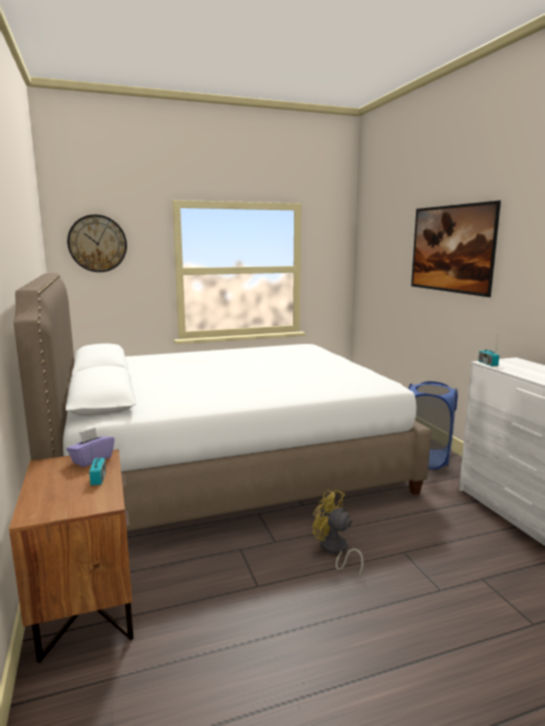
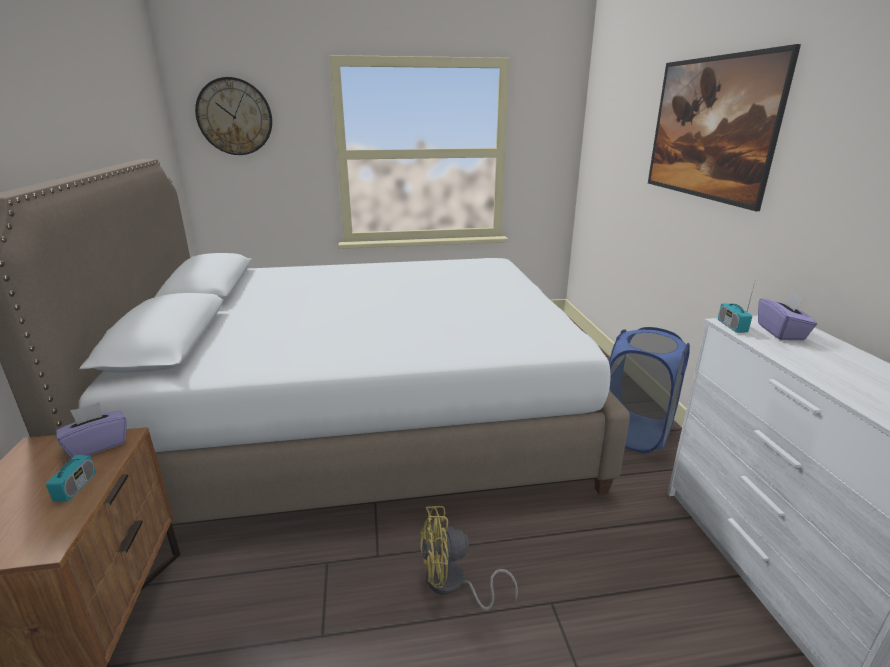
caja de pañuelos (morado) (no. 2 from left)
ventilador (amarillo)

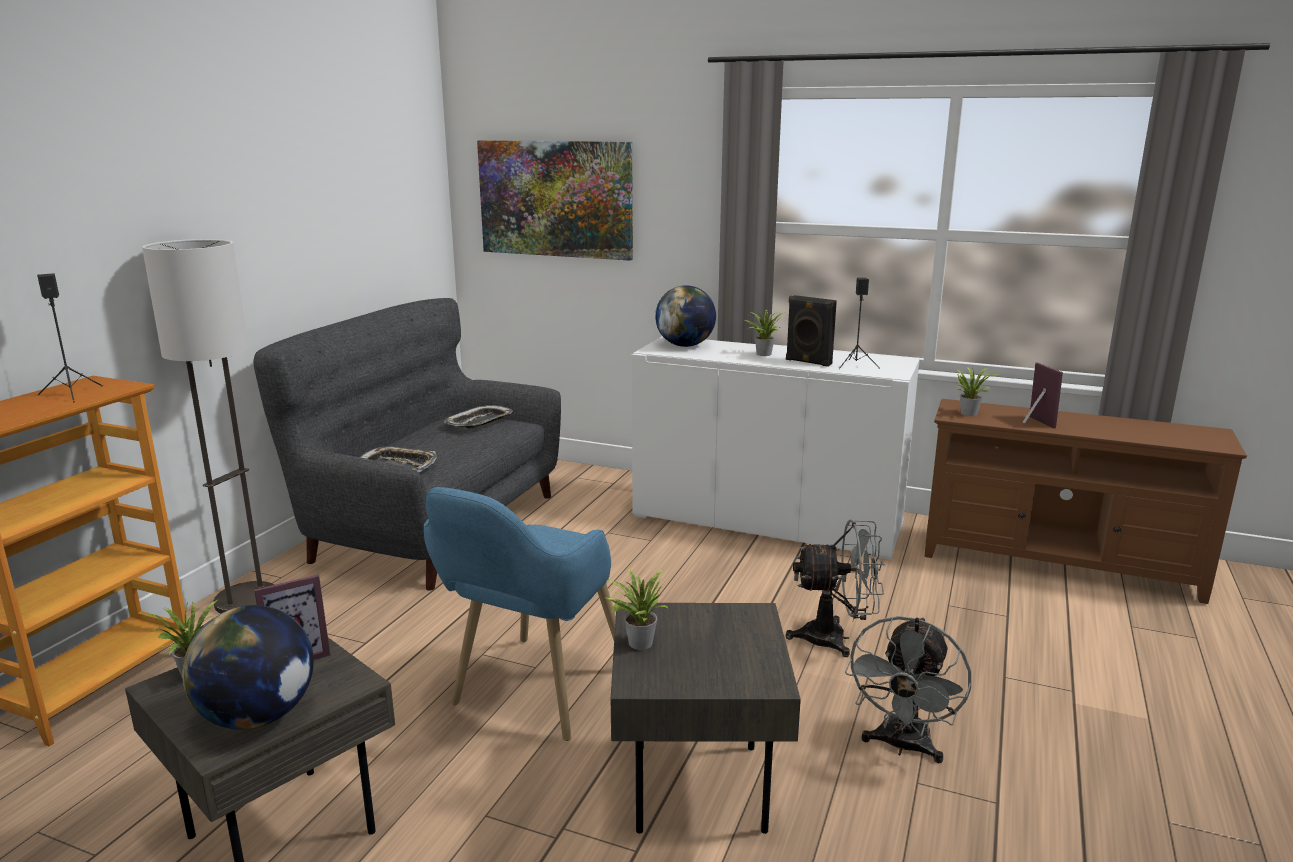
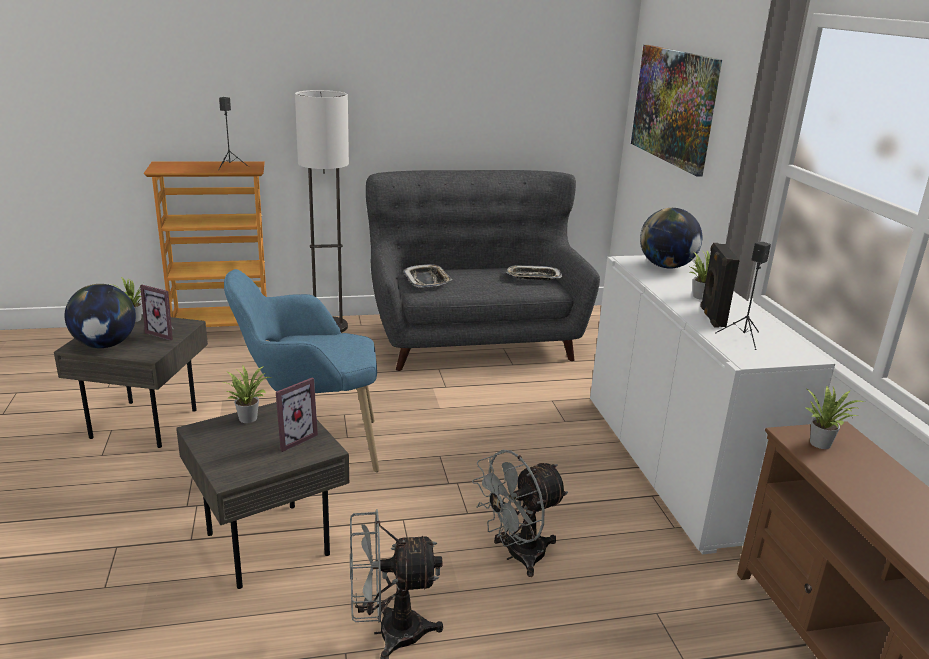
portarretratos (no. 2 from left)
ventilador (gris) (no. 2 from left)

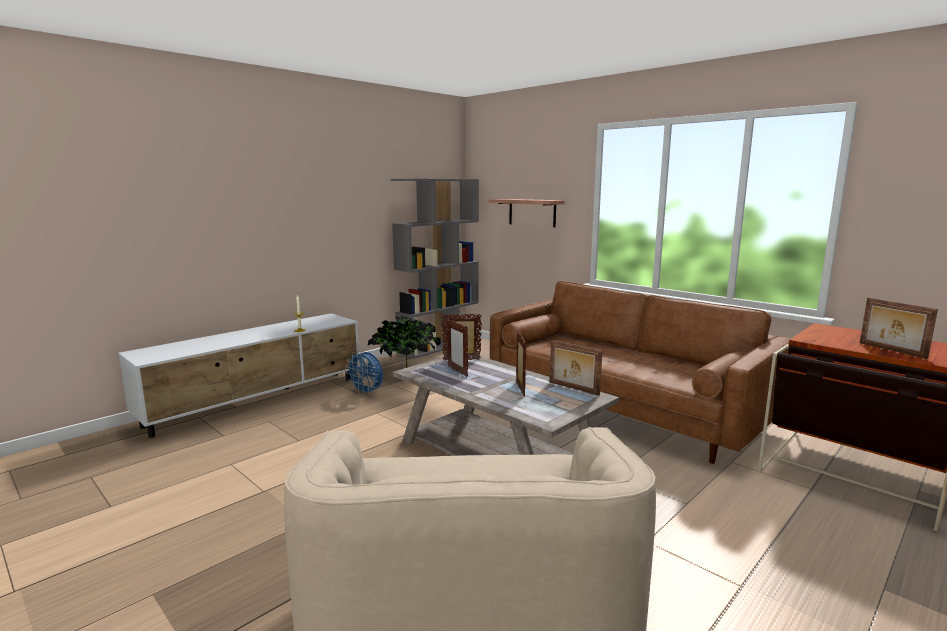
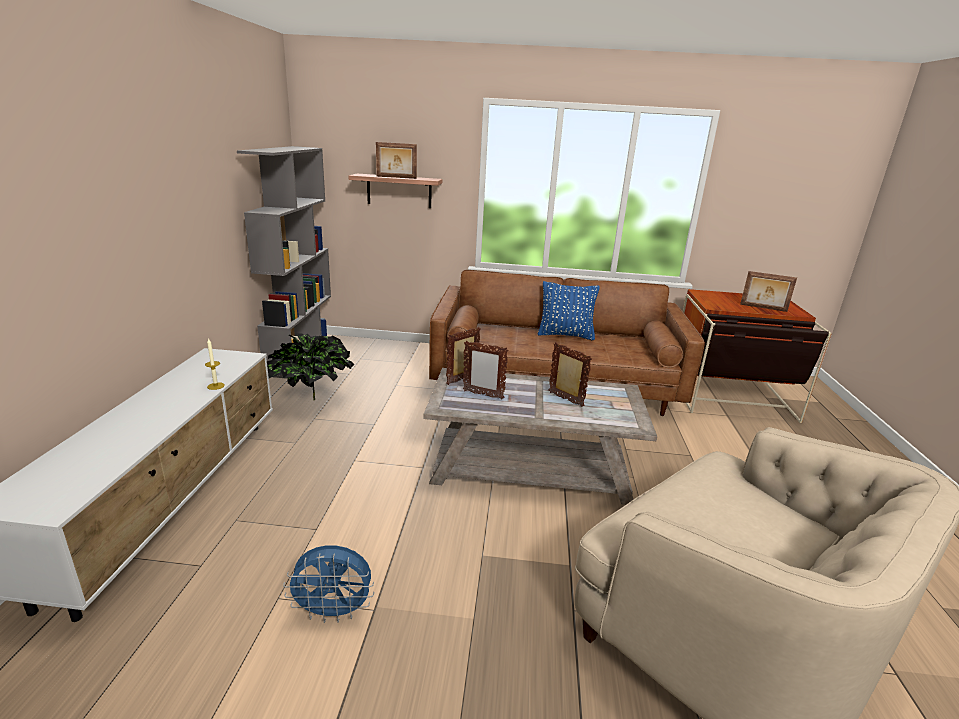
cojín (azul)
ventilador (azul)
portarretratos (no. 1 from left)

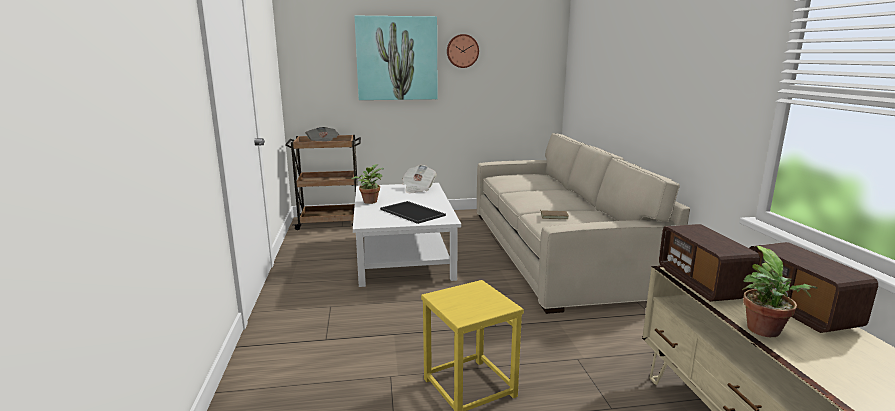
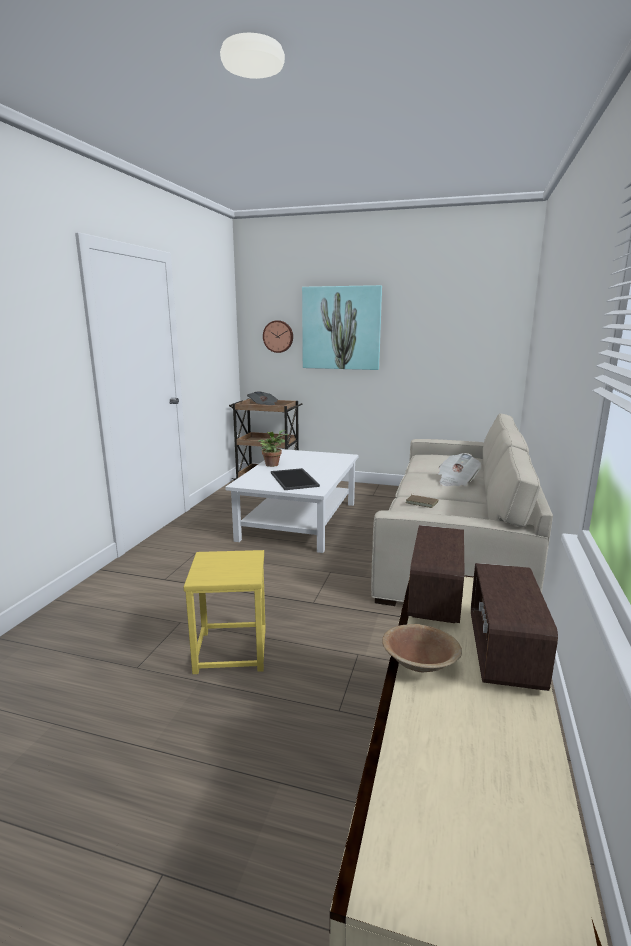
periódico (no. 2 from left)
reloj de pared
cuenco (marrón)

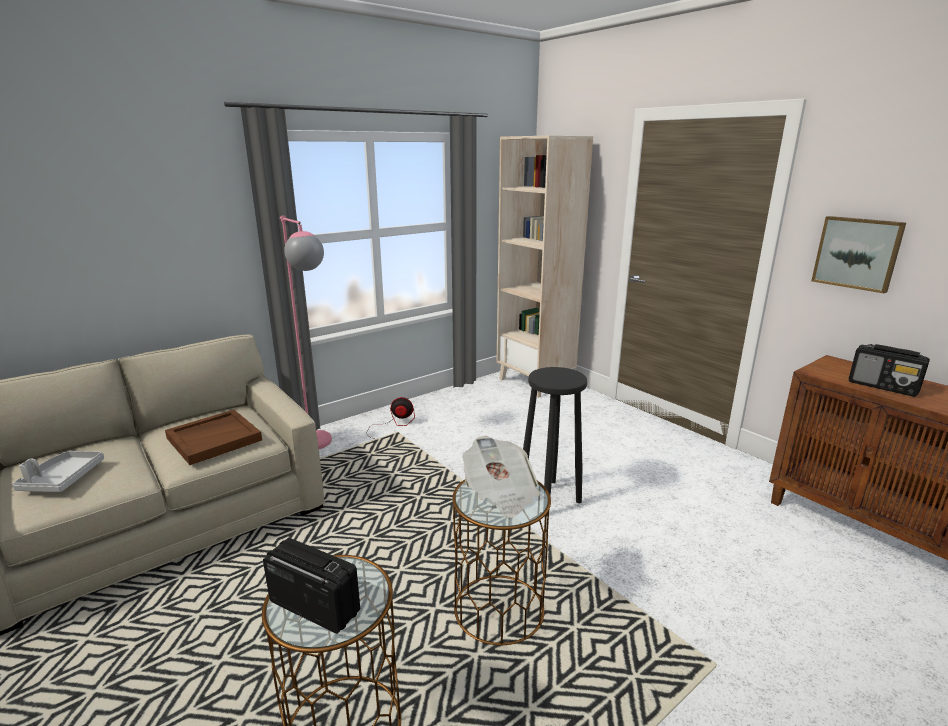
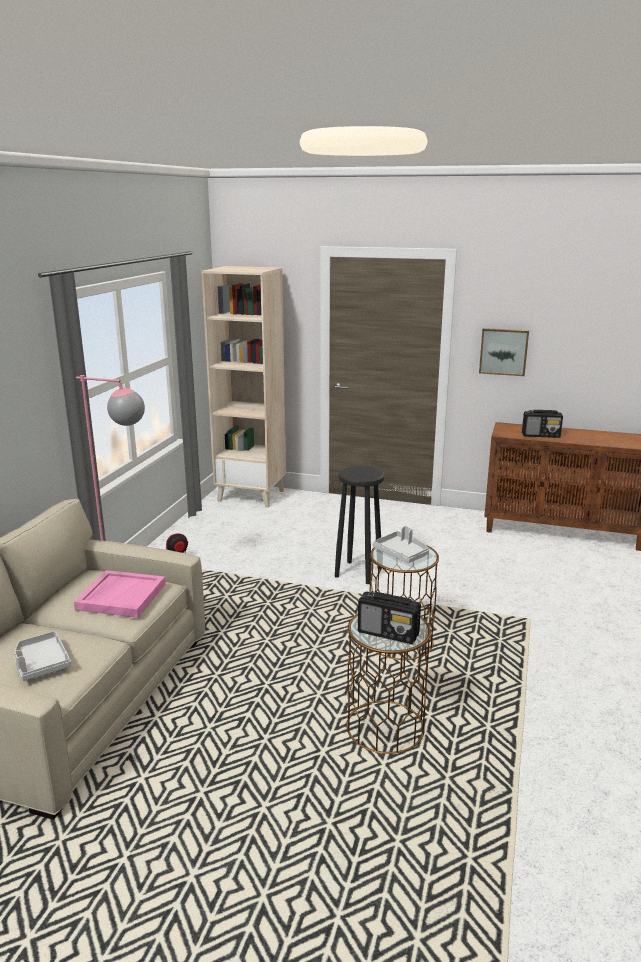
bandeja (gris) (no. 2 from left)
bandeja (rosa)
radio (no. 1 from left)

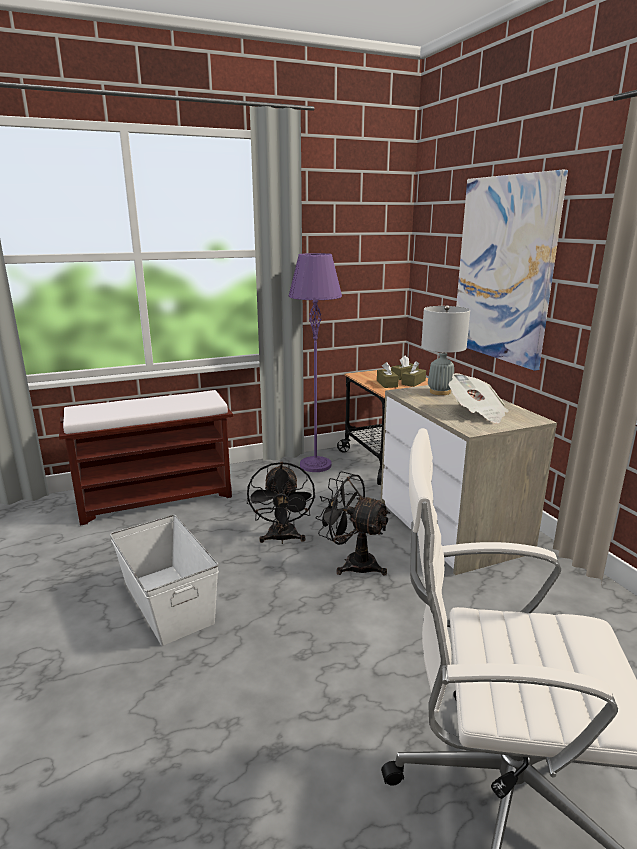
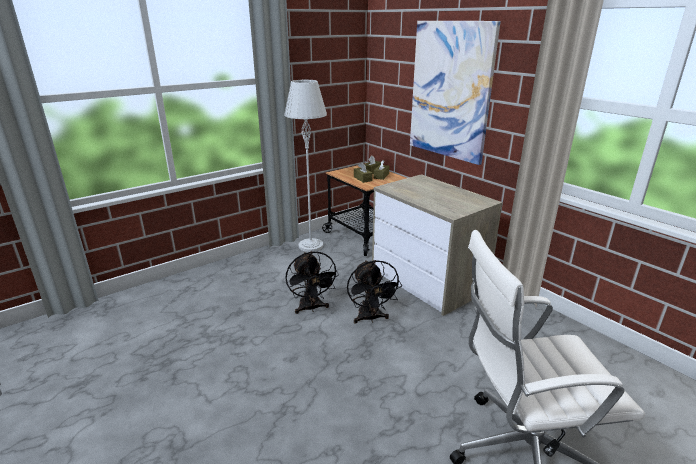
banco (marrón)
caja de almacenaje (blanco)
lámpara de mesa (gris)
periódico
lámpara de pie (gris)
ventilador (negro) (no. 2 from left)

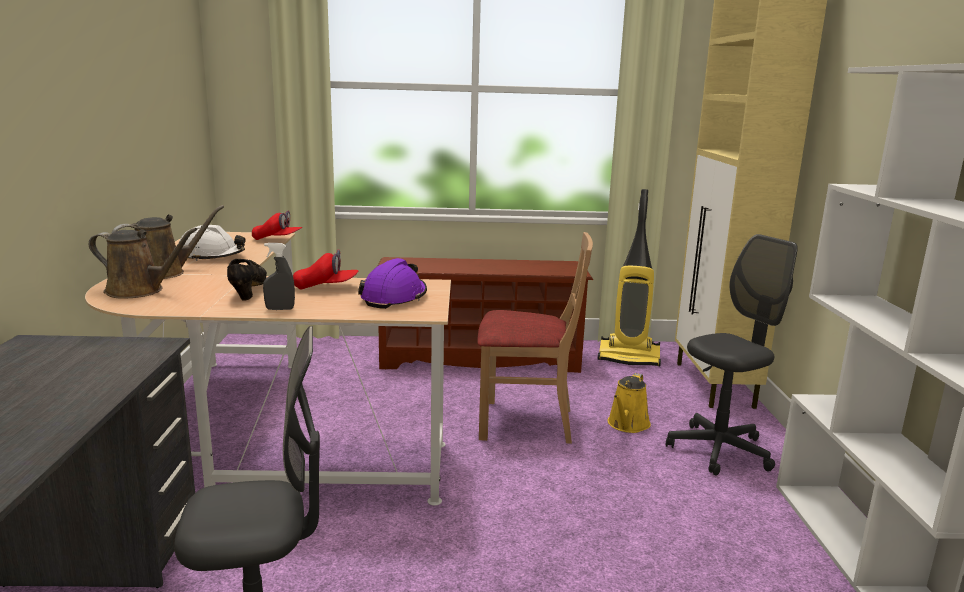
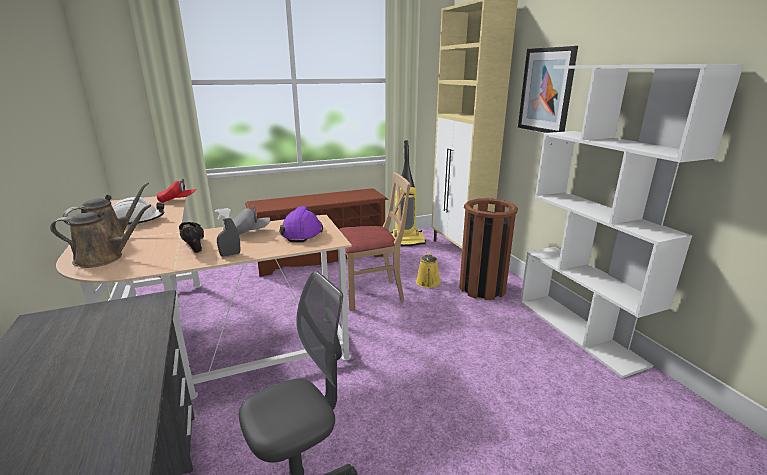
cuadro
papelera (marrón)
gorra (gris)

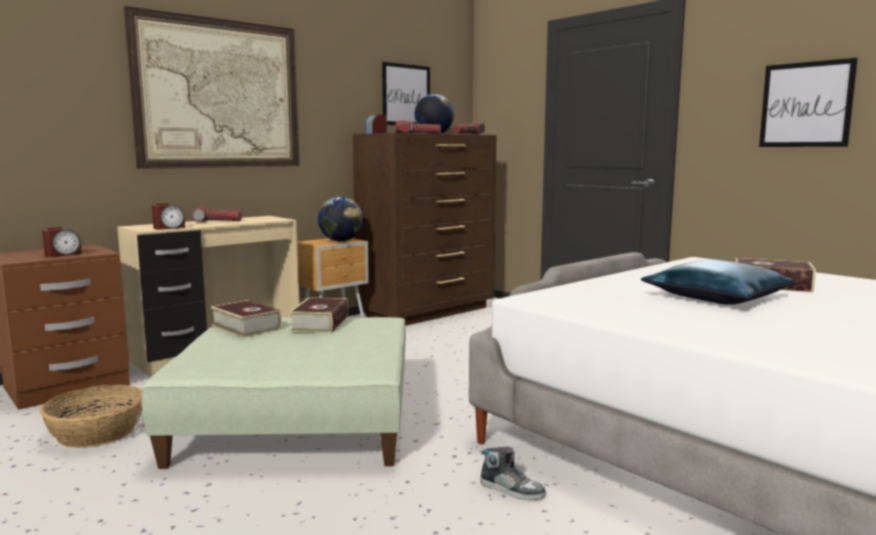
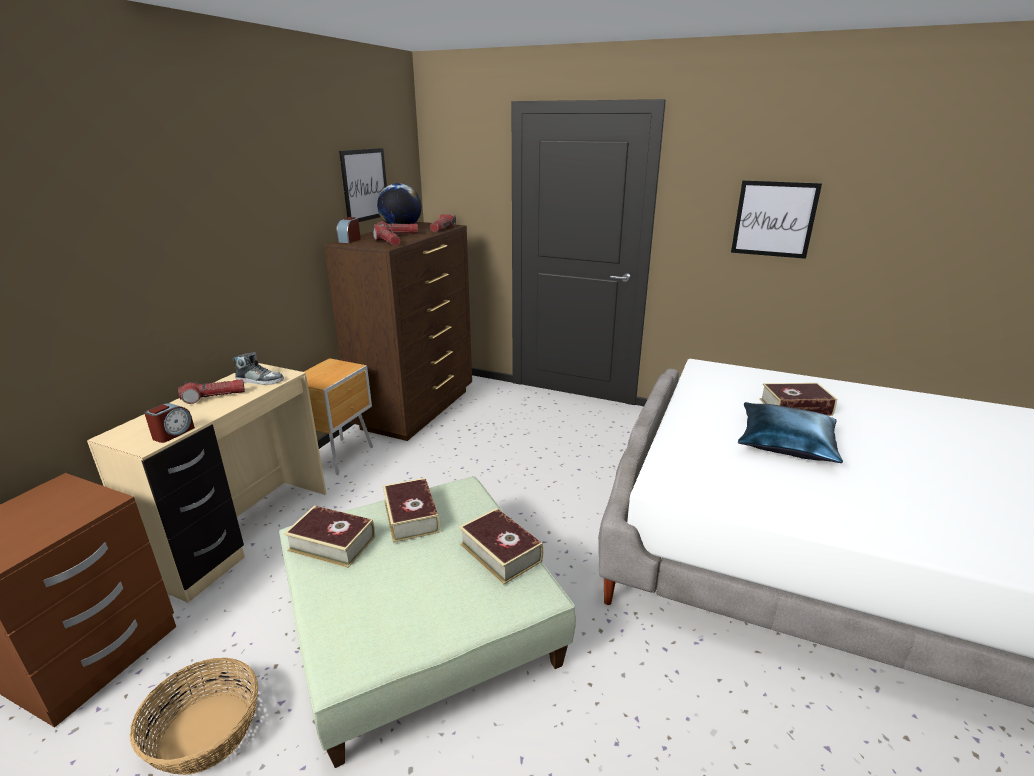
despertador (no. 1 from left in the first image)
cuadro (no. 1 from left in the first image)
globo terráqueo (no. 1 from left in the first image)
libro (no. 3 from left)
zapato

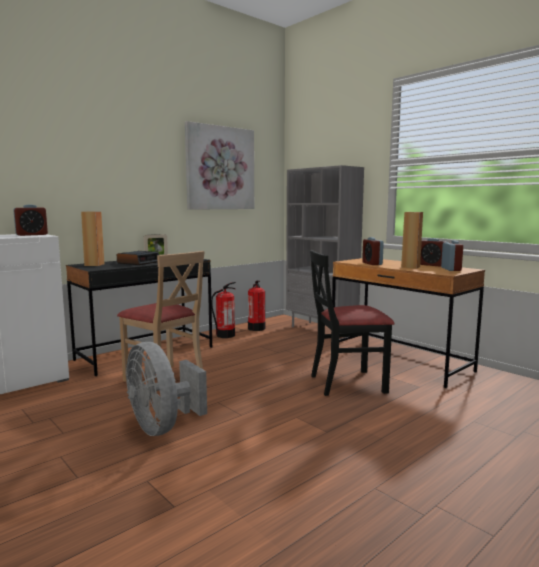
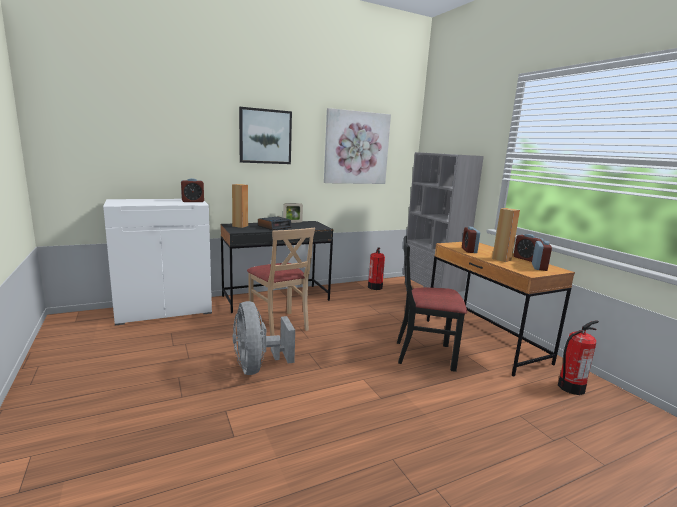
cuadro (no. 1 from left)
extintor (no. 2 from left)

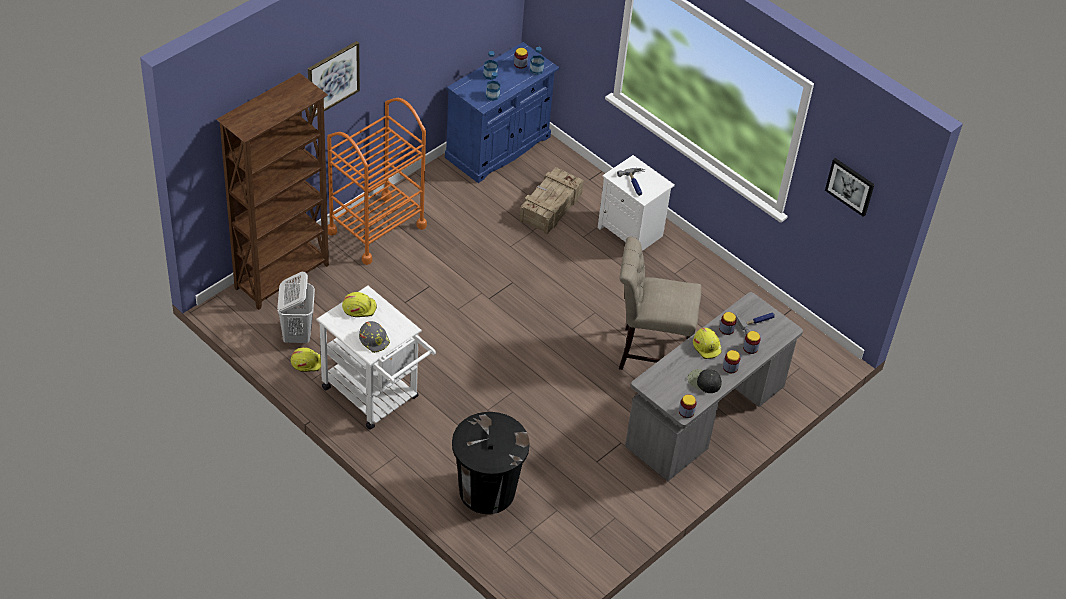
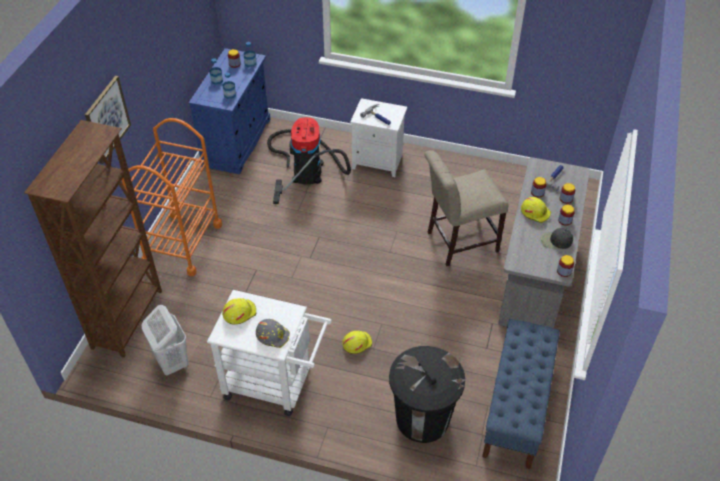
cuadro (no. 2 from left in the first image)
banco (azul)
casco (amarillo) (no. 2 from left)
aspiradora

